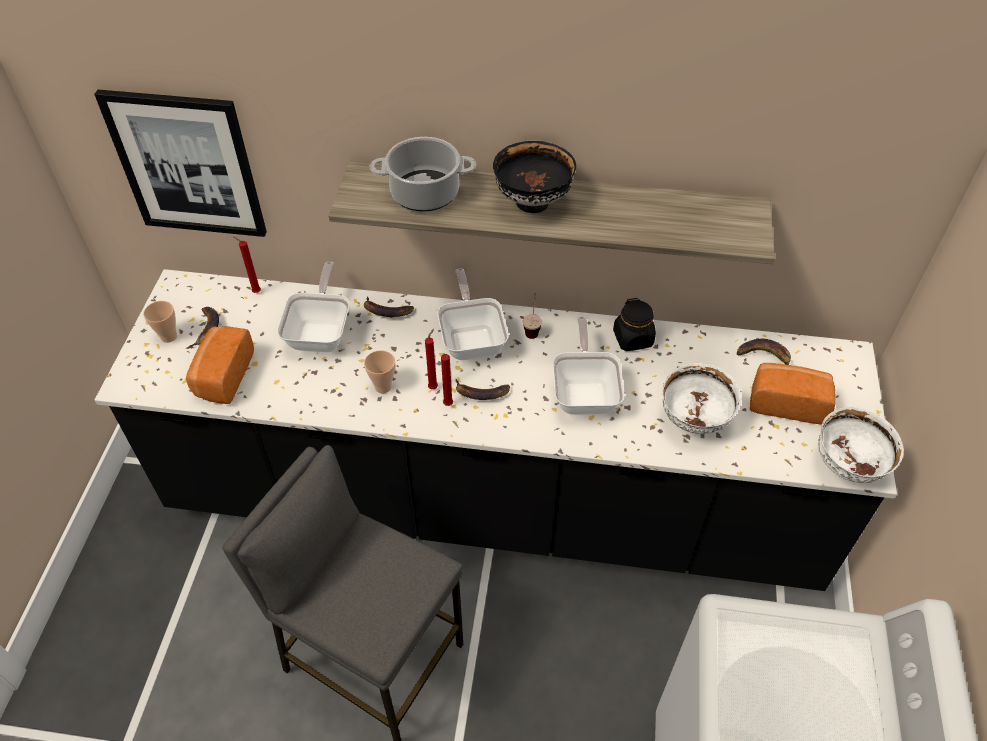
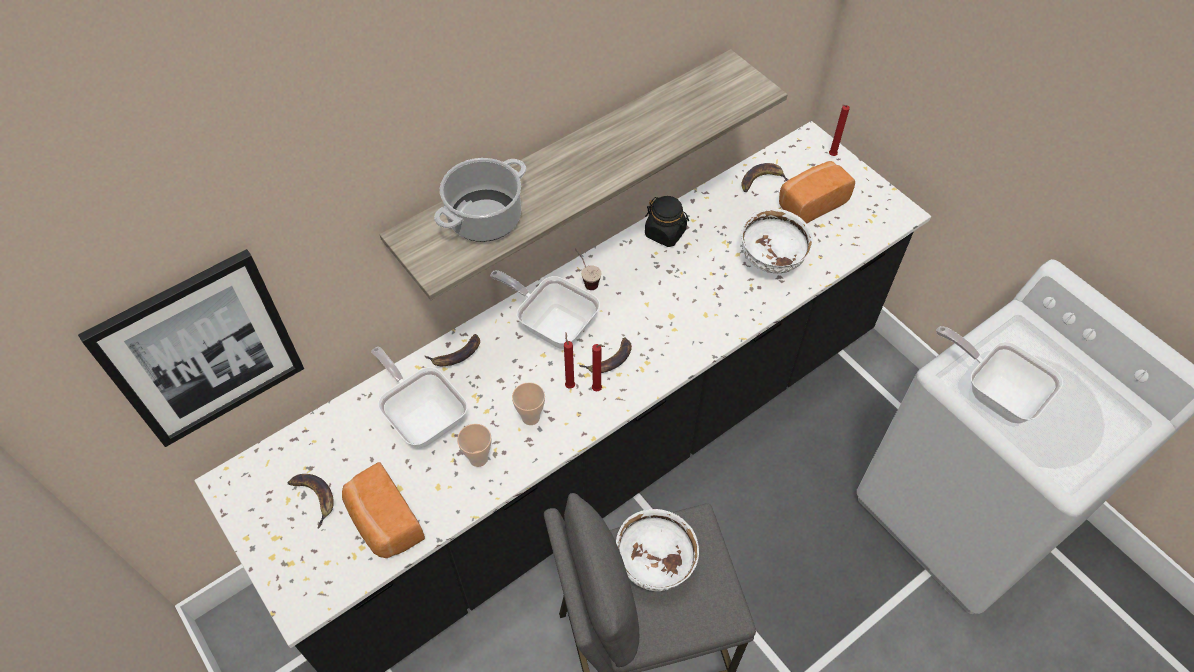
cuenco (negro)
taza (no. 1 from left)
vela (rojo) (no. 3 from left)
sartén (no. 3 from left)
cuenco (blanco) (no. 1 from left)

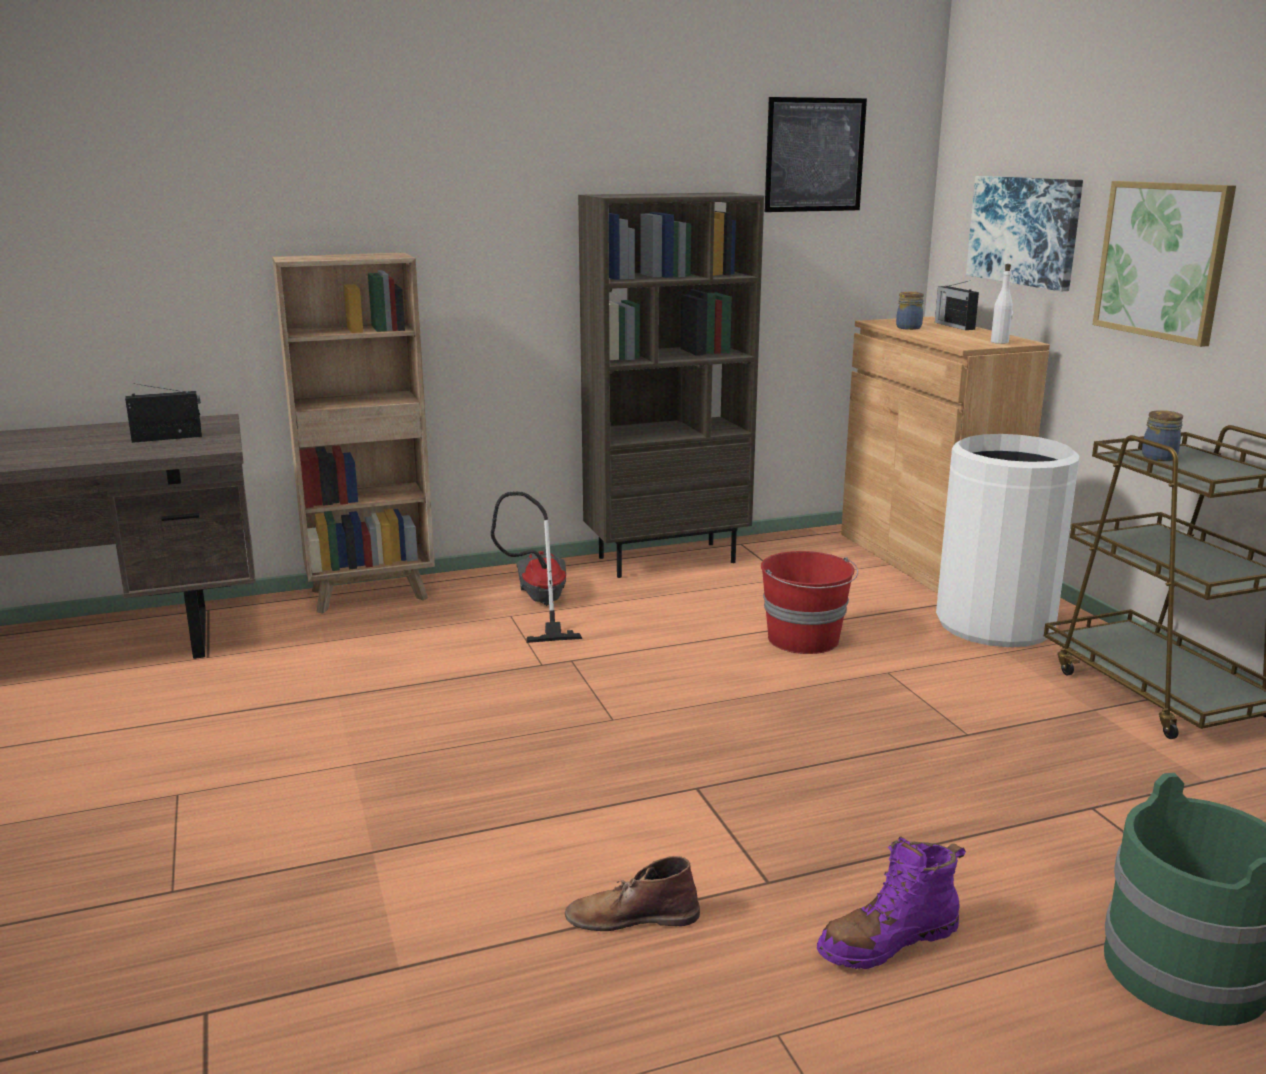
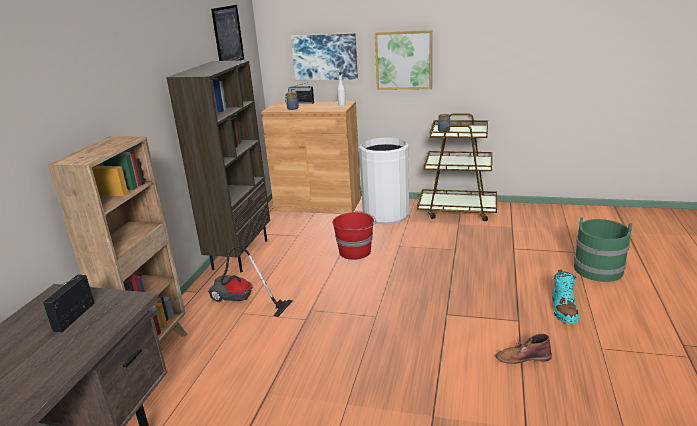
bota (turquesa)
bota (marrón)

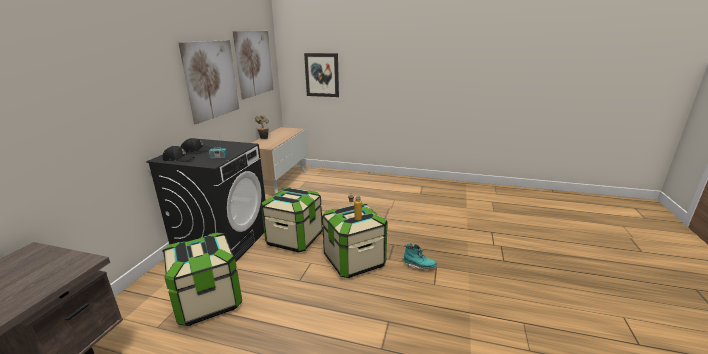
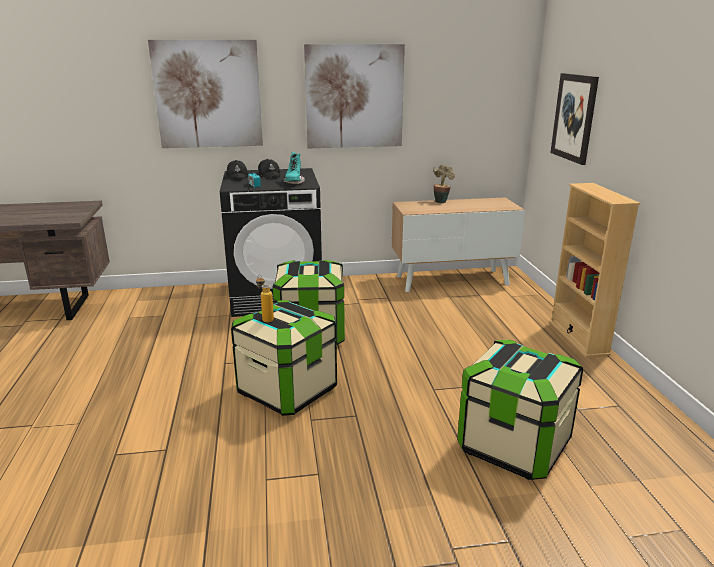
estantería (beis)
caja de almacenaje (no. 3 from left)
cuadro (no. 1 from left)
bota (turquesa)

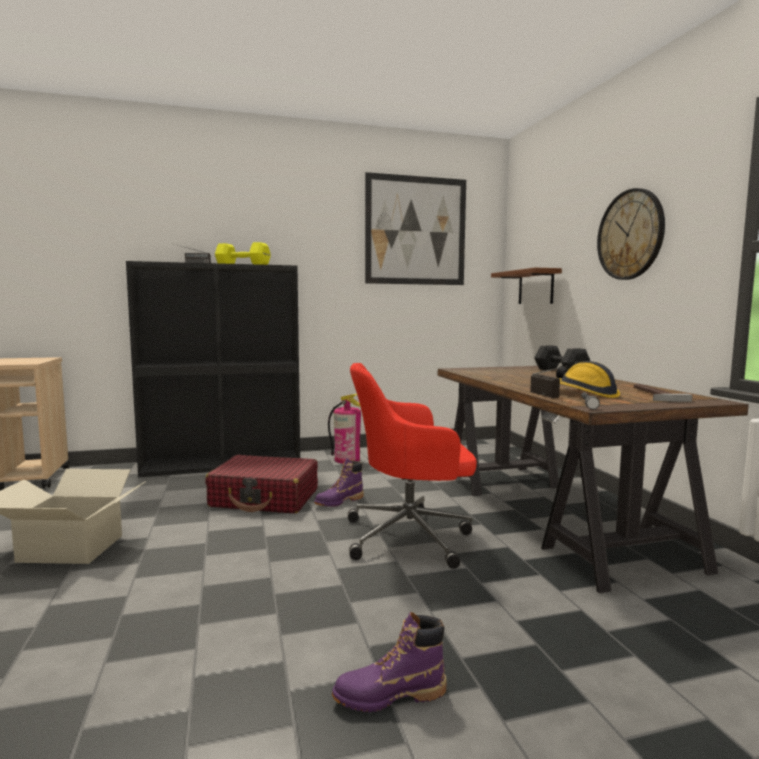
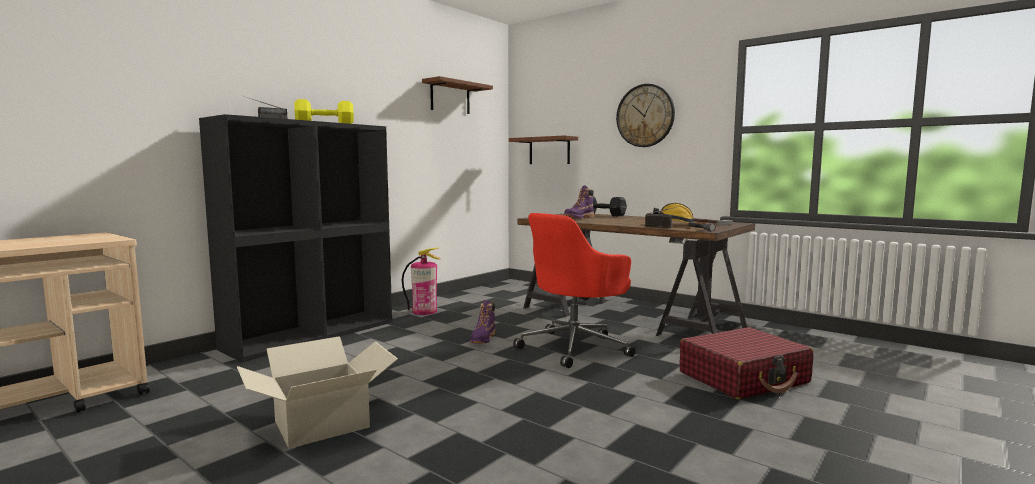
maleta (rojo)
bota (morado) (no. 2 from left)
estante (marrón) (no. 1 from left)

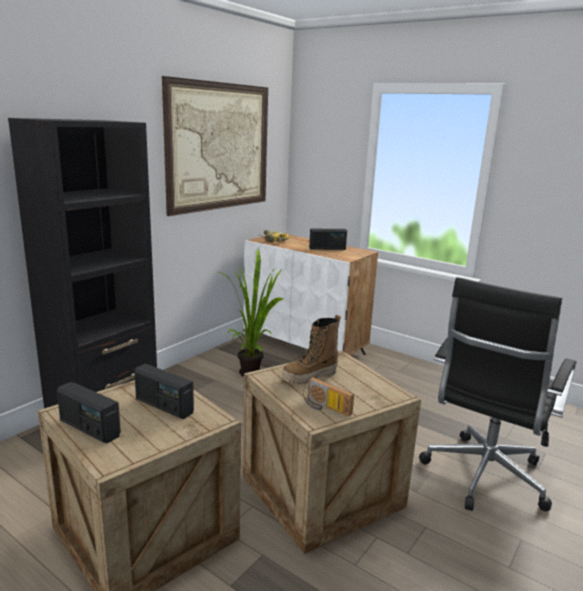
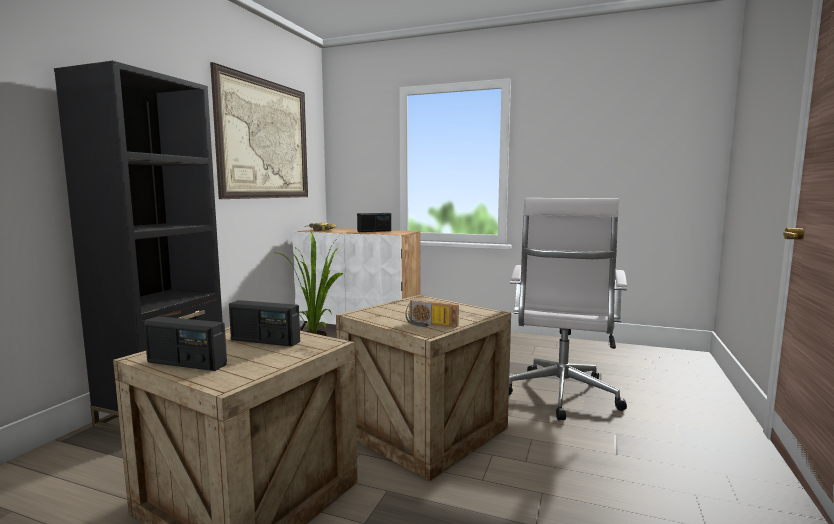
bota
silla de oficina (blanco)

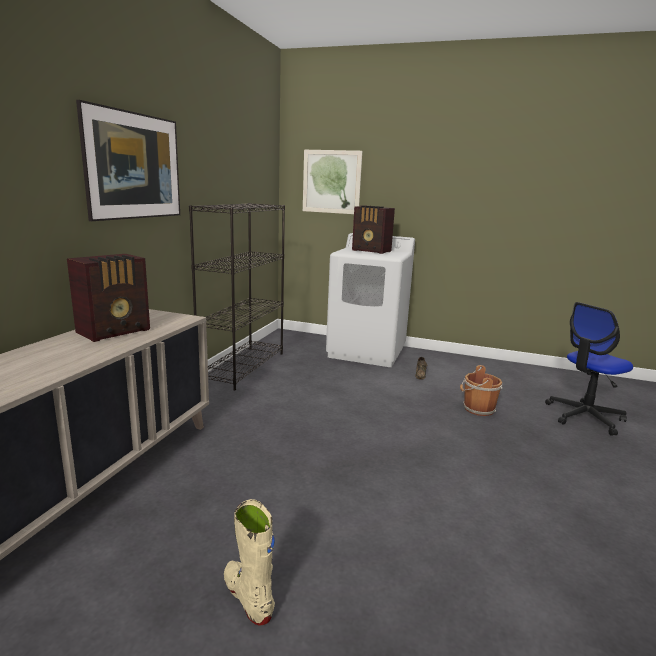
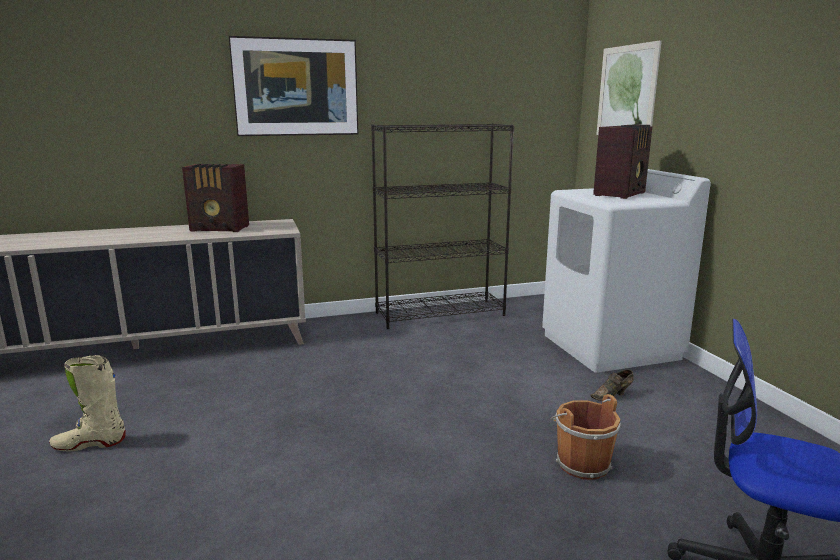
bota (beis)
radio (no. 2 from left)

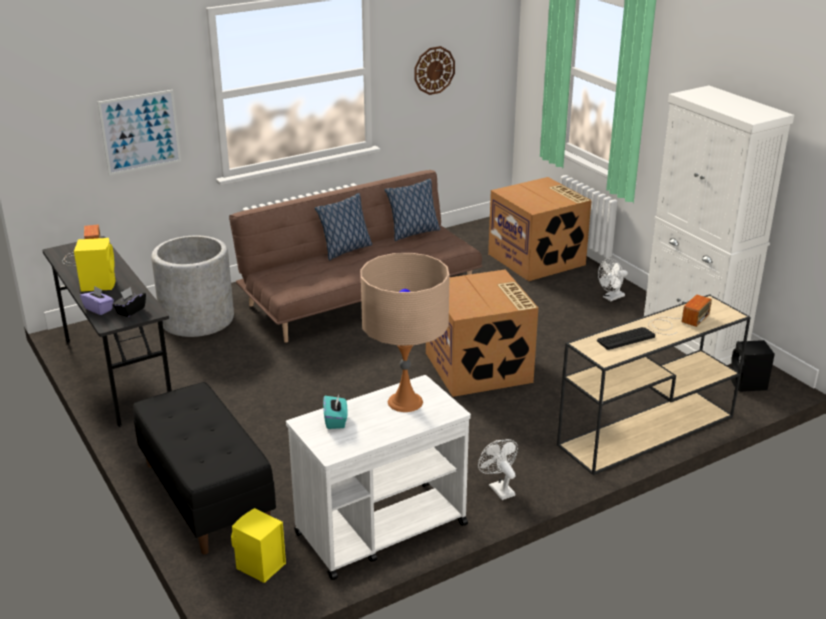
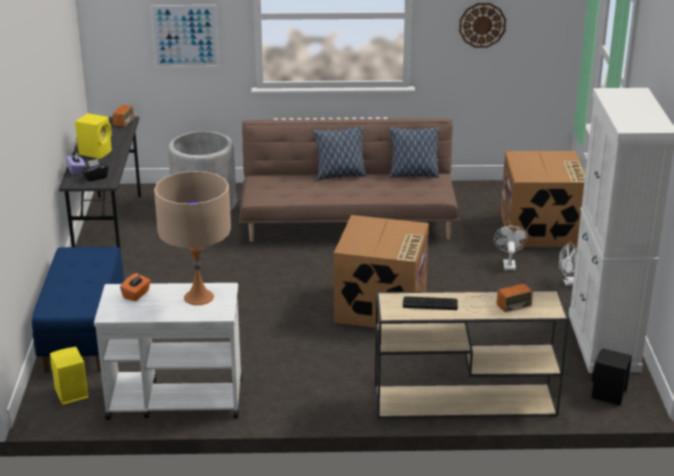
ventilador (blanco) (no. 1 from left)
banco (azul)
caja de pañuelos (naranja)

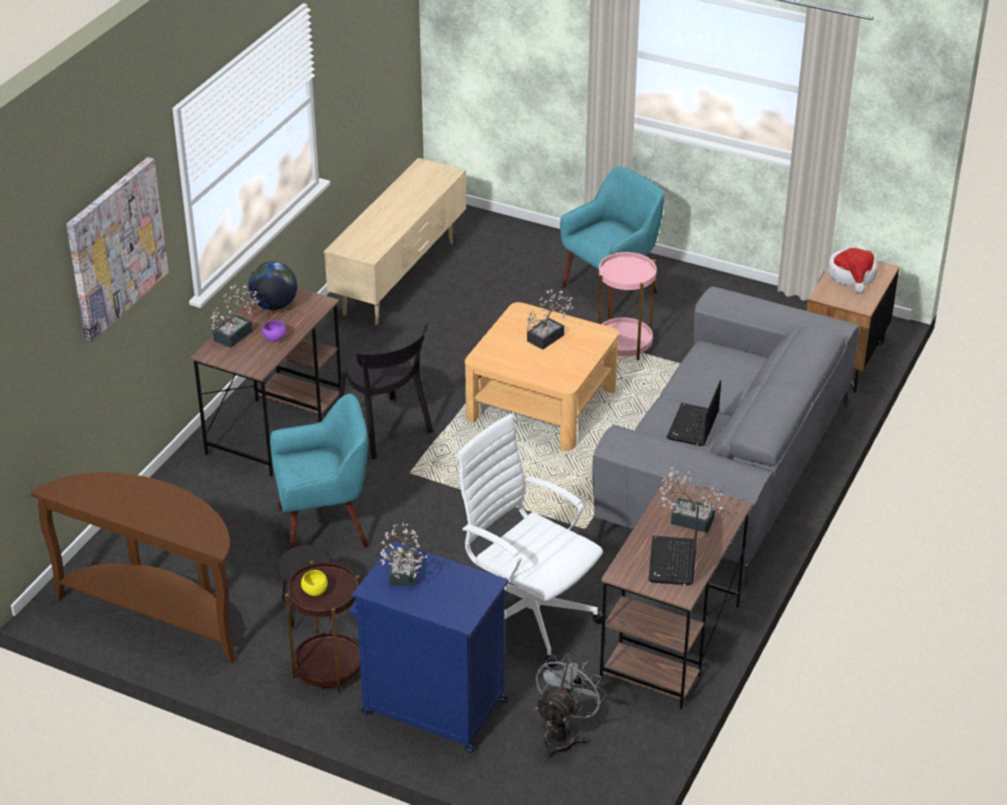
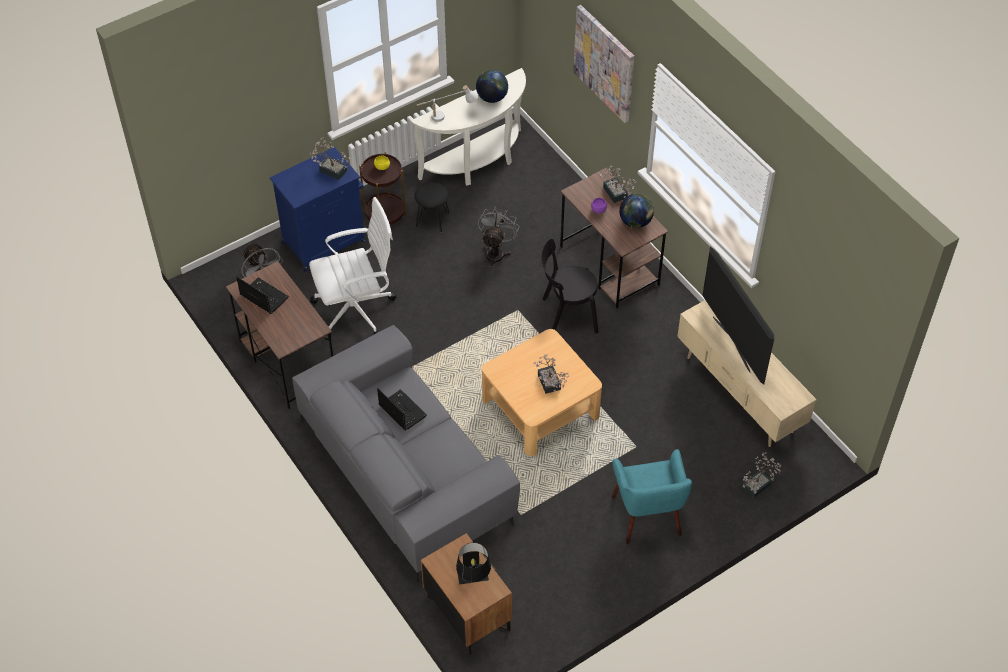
mesa auxiliar (rosa)
lámpara de mesa (blanco)
globo terráqueo (no. 1 from left)
televisor
planta en maceta (no. 4 from left)
ventilador (gris) (no. 2 from left)
lámpara de mesa (negro)
mesa consola (blanco)

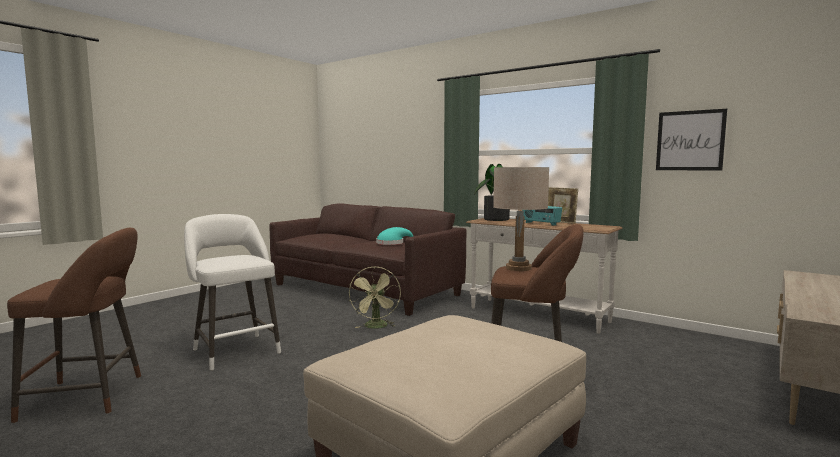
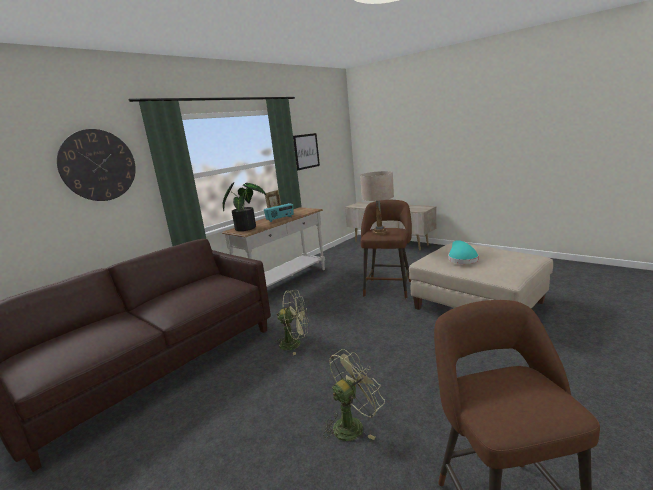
reloj de pared
sombrero (turquesa)
ventilador (verde) (no. 2 from left)

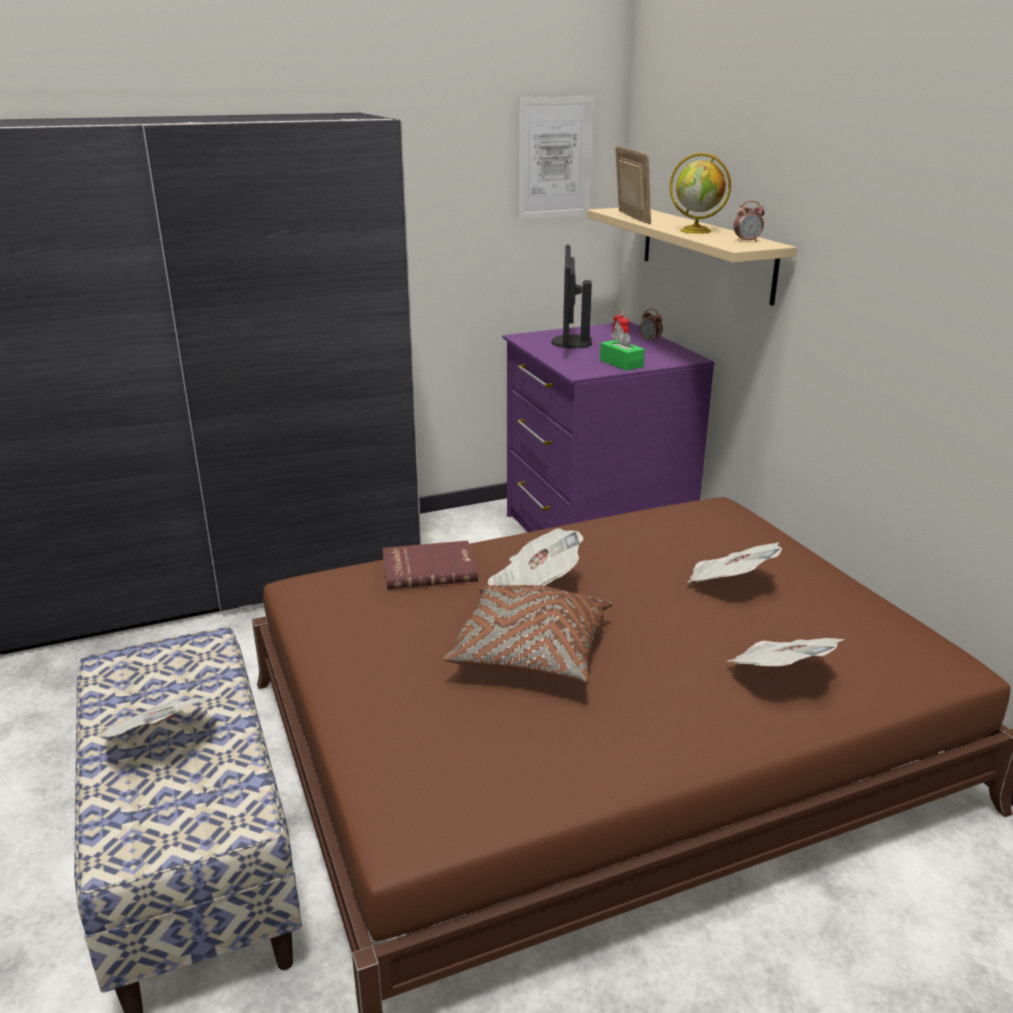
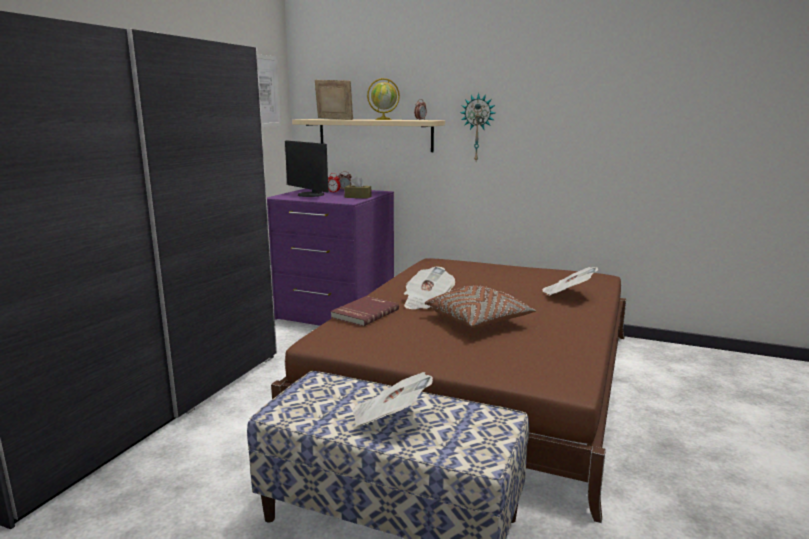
periódico (no. 3 from left in the first image)
reloj de pared
caja de pañuelos (marrón)

